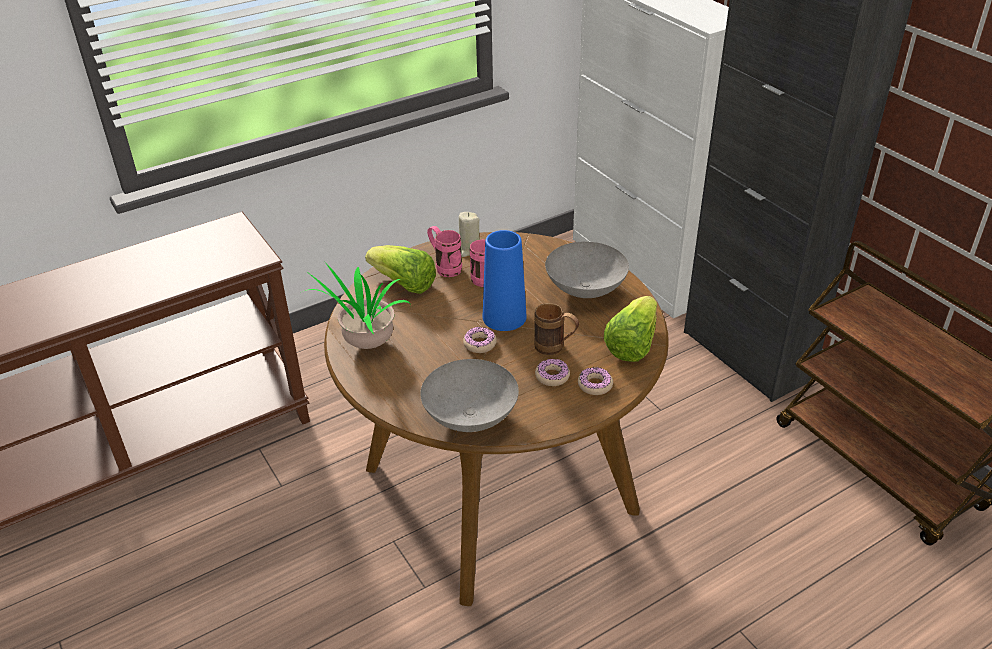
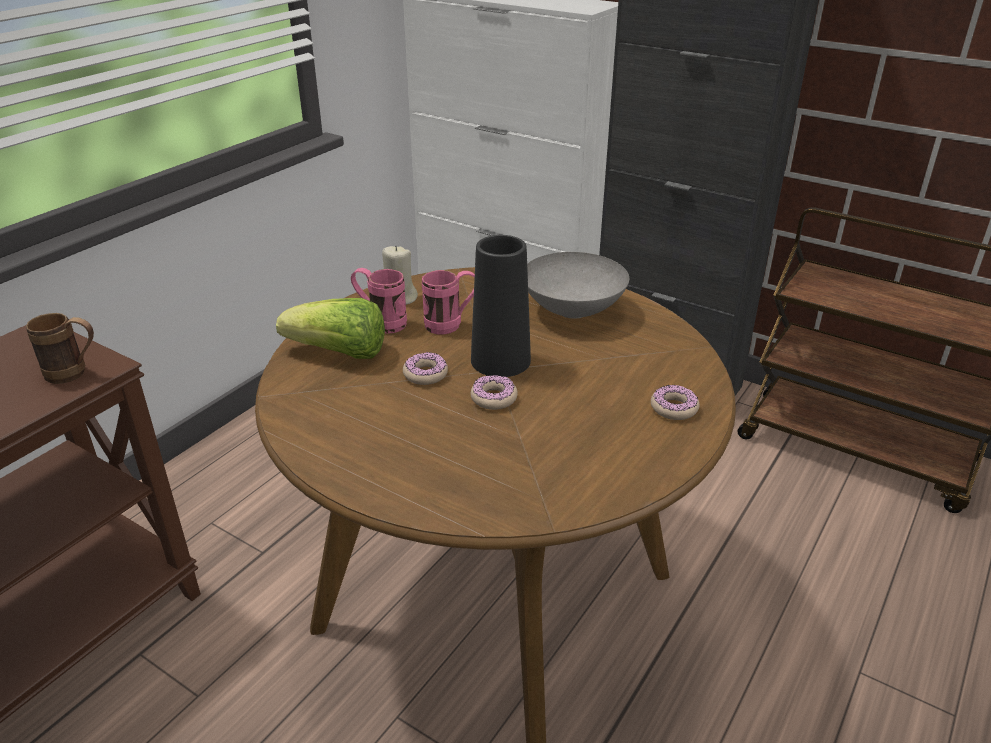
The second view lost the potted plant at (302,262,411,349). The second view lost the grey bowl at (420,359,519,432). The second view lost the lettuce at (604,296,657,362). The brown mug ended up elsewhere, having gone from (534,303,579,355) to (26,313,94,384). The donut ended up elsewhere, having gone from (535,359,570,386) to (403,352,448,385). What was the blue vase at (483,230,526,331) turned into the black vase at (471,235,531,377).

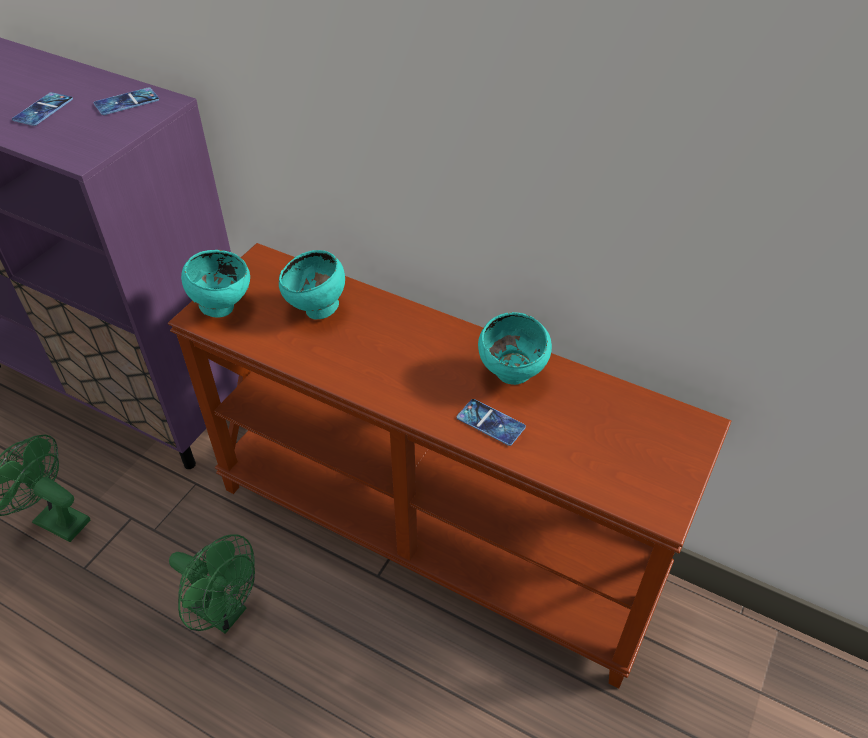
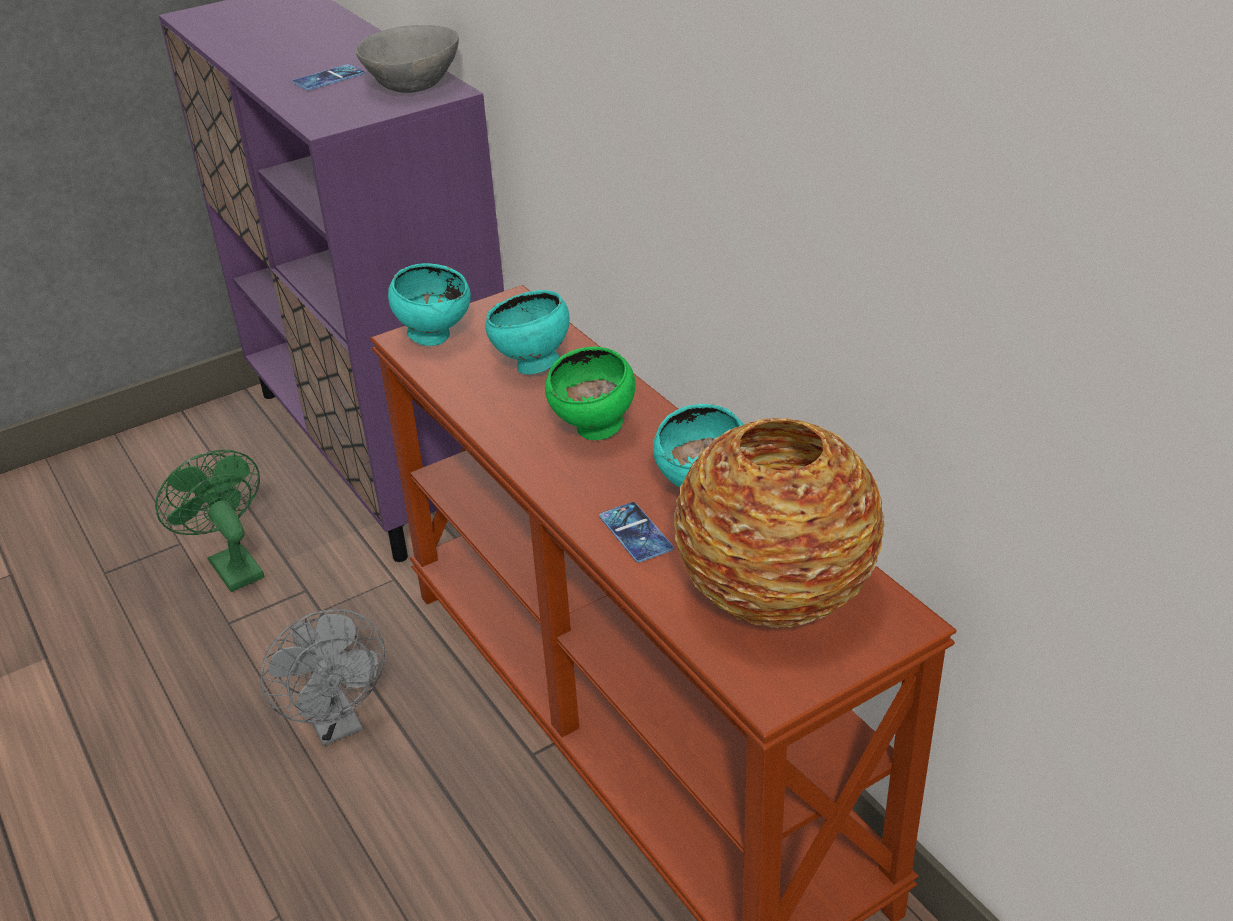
The second view gained the green bowl at (545,347,635,440). The second view gained the vase at (674,418,885,627). Where the phone stood at (94,87,159,115), the grey bowl came to stand at (355,25,459,93). What was the green fan at (169,534,255,634) turned into the grey fan at (260,609,385,746).

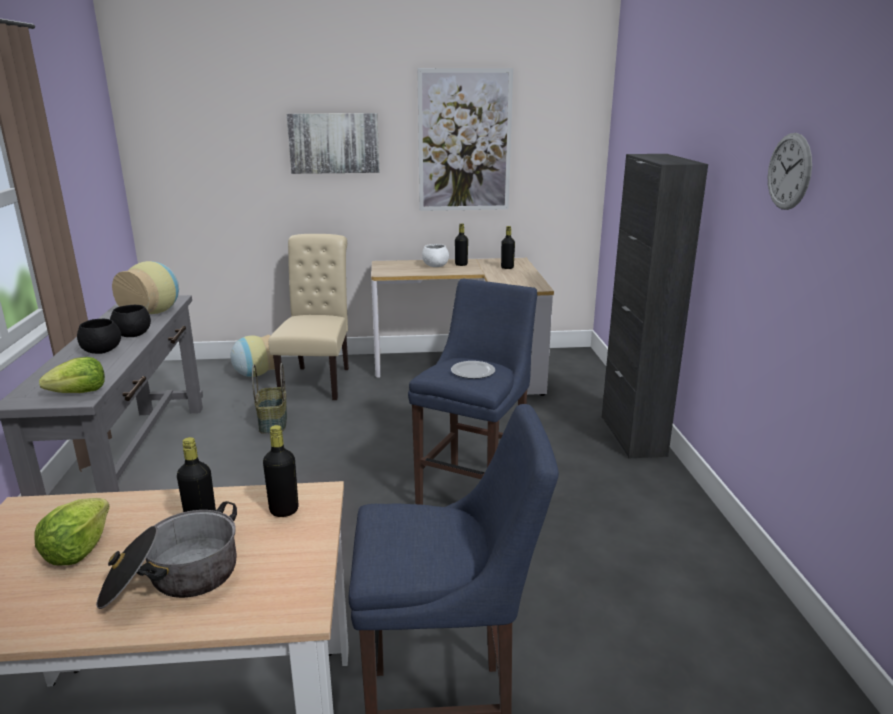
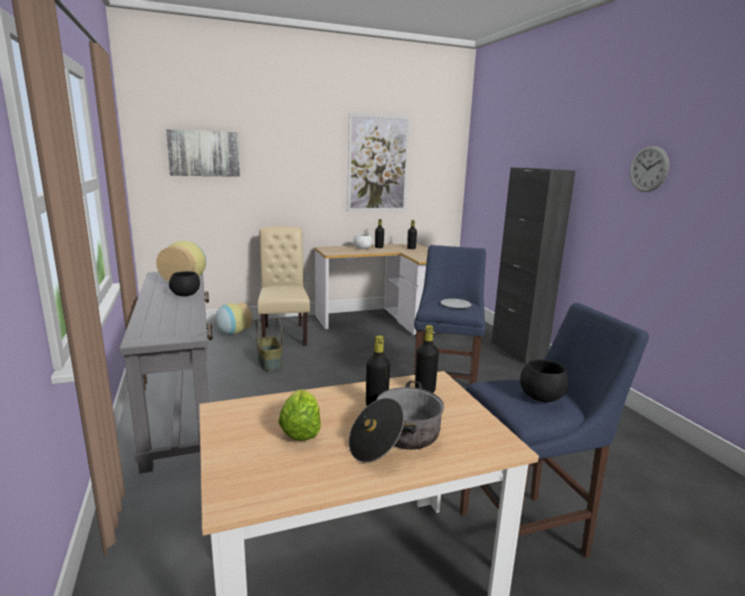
The second view lost the lettuce at (39,357,105,393). The black bowl ended up elsewhere, having gone from (77,319,121,354) to (520,359,569,402). The picture ended up elsewhere, having gone from (287,113,379,174) to (166,129,240,177).

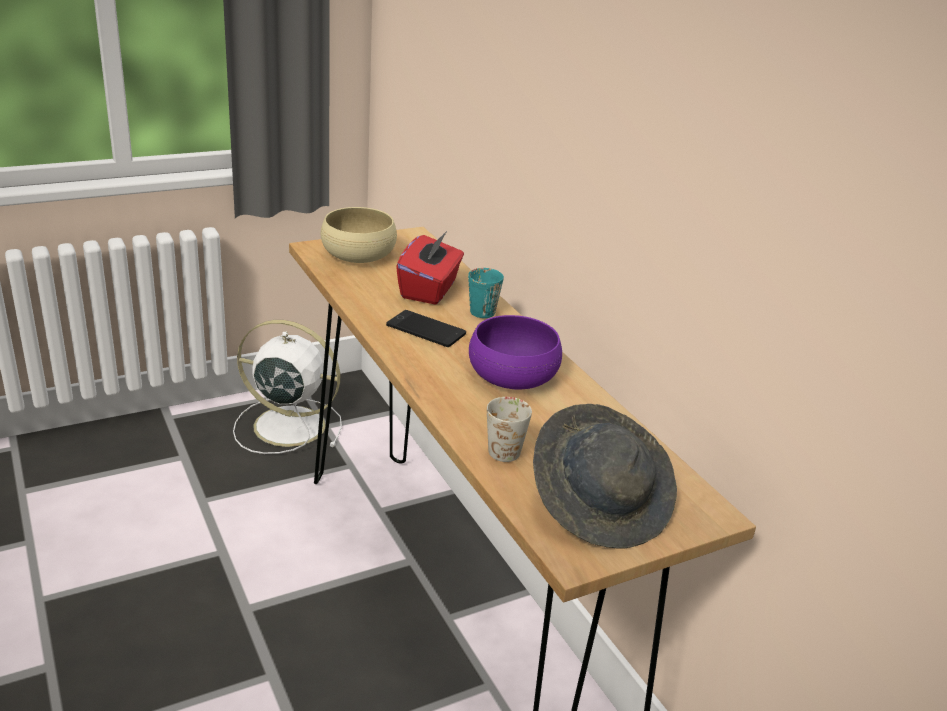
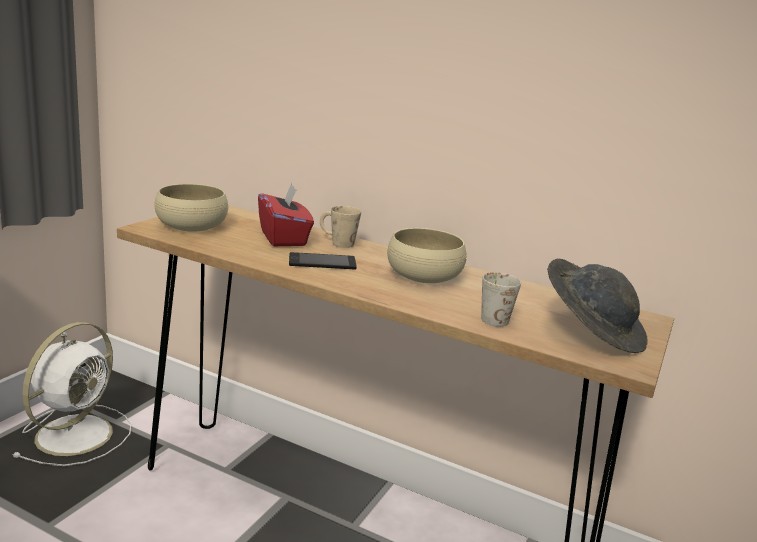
What was the turquoise mug at (468,268,504,318) turned into the beige mug at (320,206,361,248). What was the purple bowl at (469,315,562,389) turned into the beige bowl at (387,228,467,283). The white fan at (233,320,342,454) ended up facing another way, 135 degrees clockwise from before.

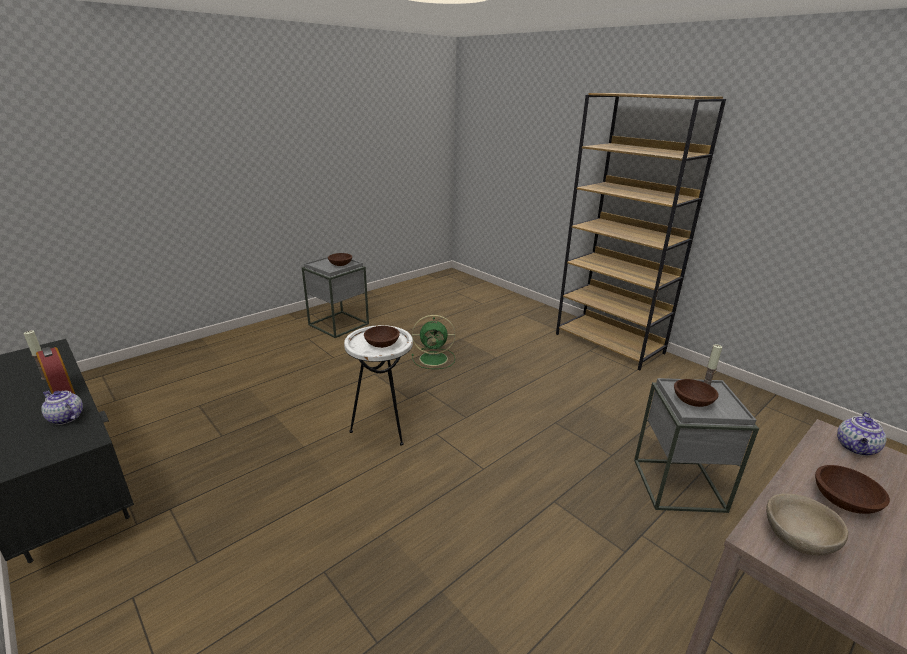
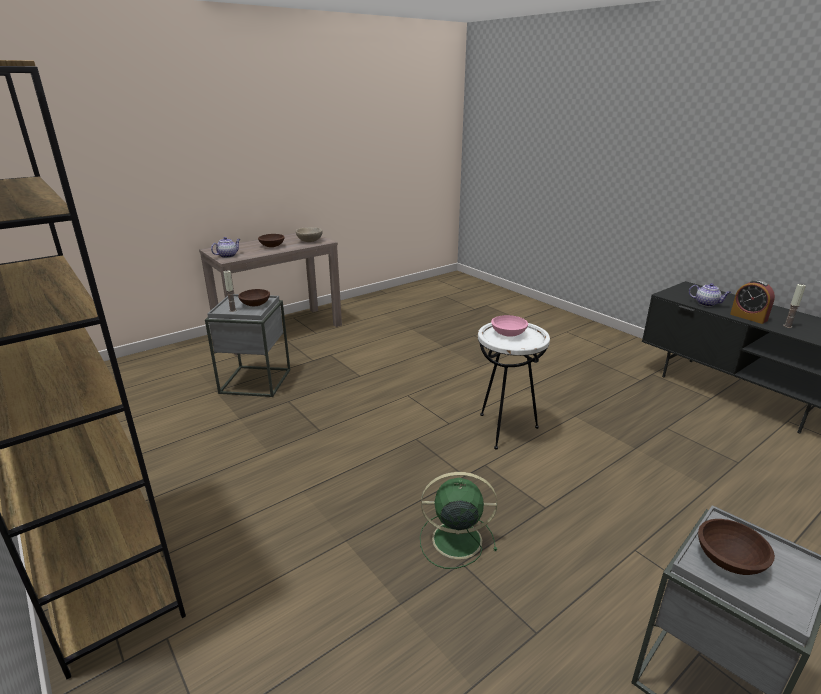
What was the brown bowl at (364,326,400,348) turned into the pink bowl at (491,315,528,337).

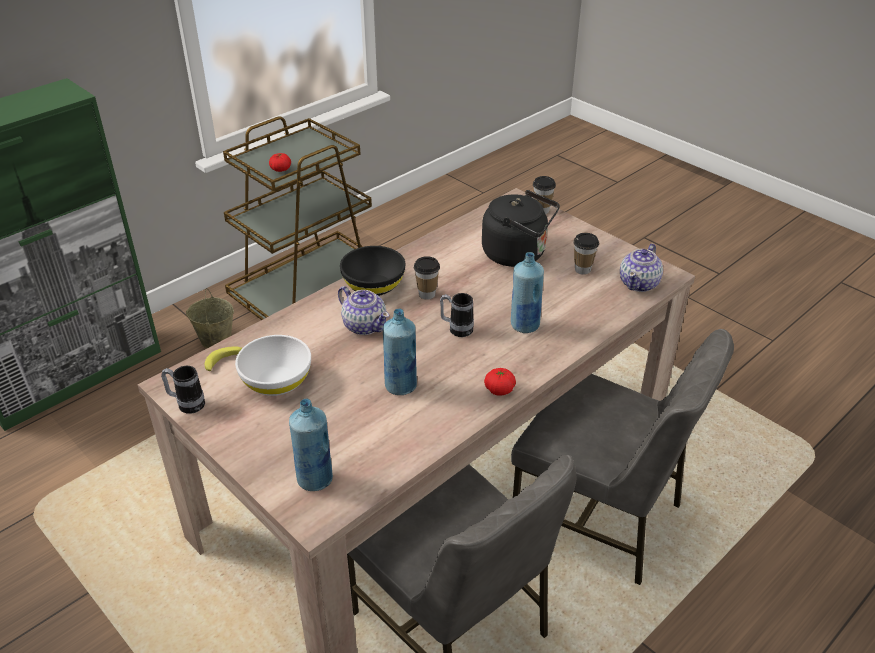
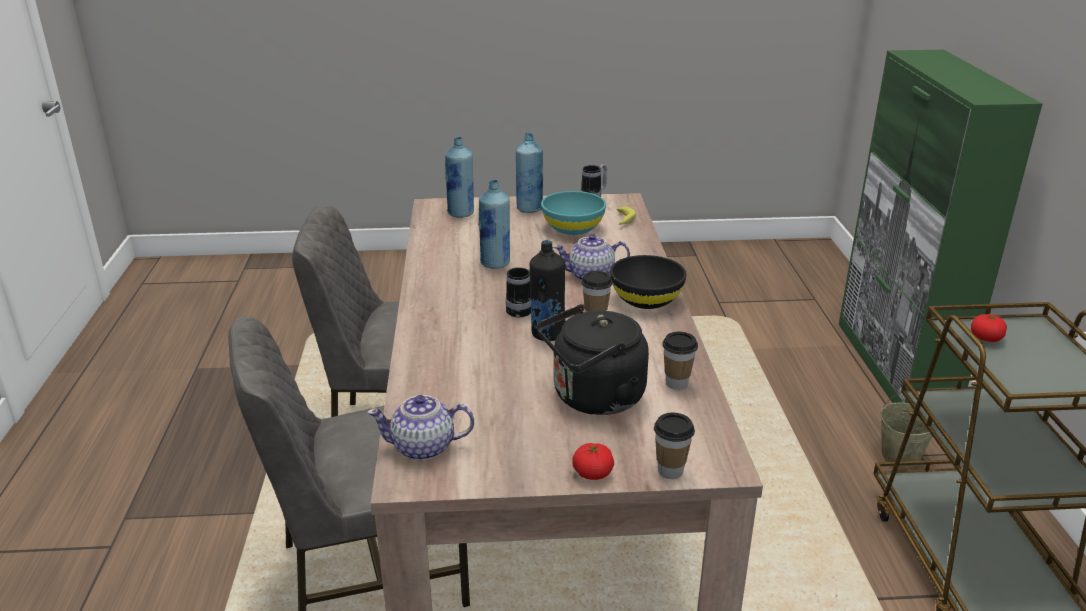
The second view gained the black bottle at (530,240,565,341). The tomato ended up elsewhere, having gone from (484,368,516,396) to (573,443,614,480). The blue bottle ended up elsewhere, having gone from (511,252,544,333) to (516,132,543,213). The cup ended up elsewhere, having gone from (573,233,599,275) to (662,332,698,390). What was the white bowl at (235,335,311,396) turned into the turquoise bowl at (541,191,606,235). The teapot at (620,243,663,292) ended up facing another way, 75 degrees counterclockwise from before.

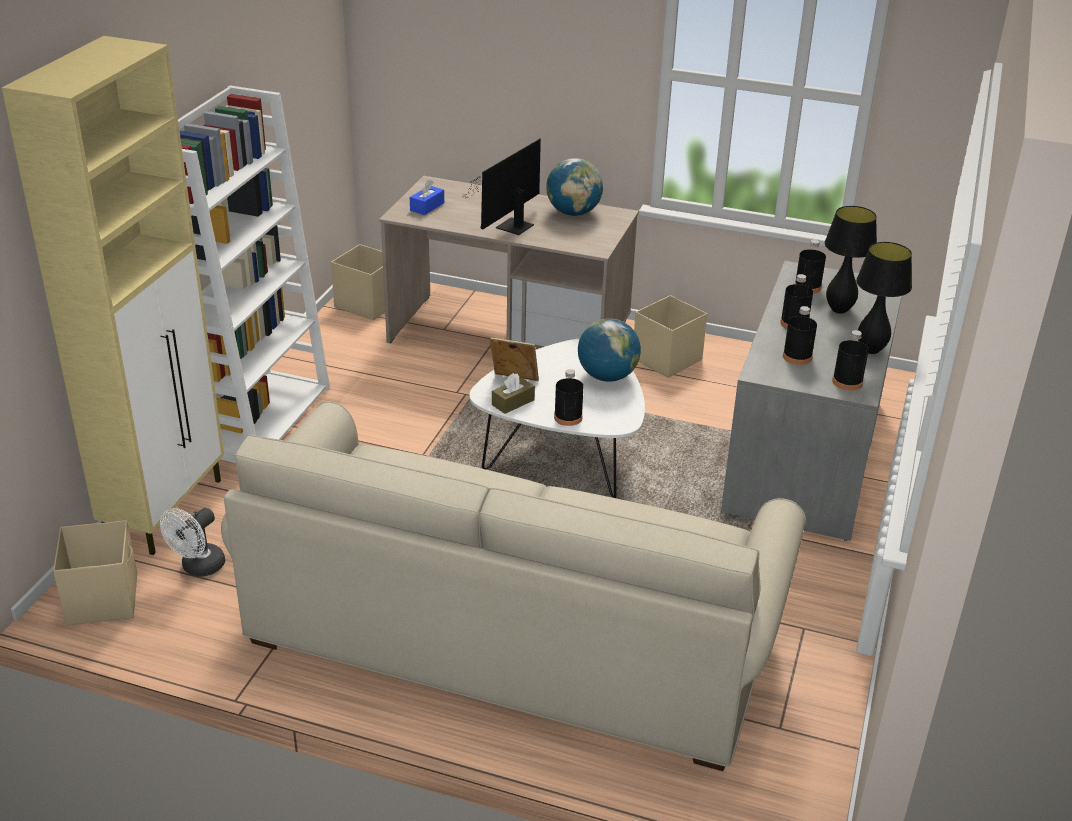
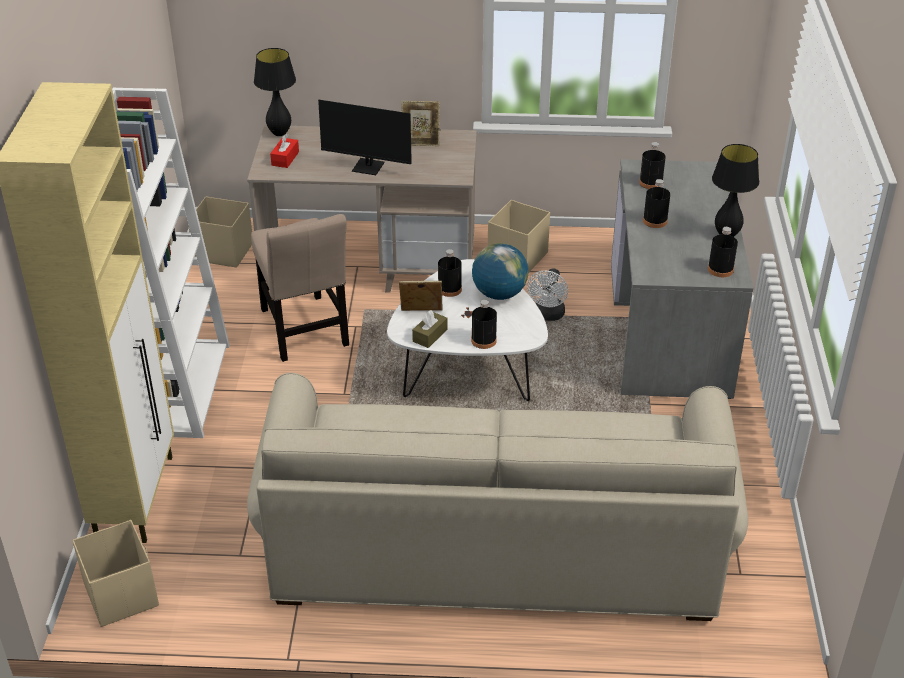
The second view gained the beige chair at (251,214,349,362). The white fan ended up elsewhere, having gone from (160,508,225,577) to (527,268,568,321). The black bottle ended up elsewhere, having gone from (783,306,817,365) to (438,249,462,297). The black table lamp ended up elsewhere, having gone from (824,206,877,314) to (254,48,296,136). Where the globe stood at (546,158,603,216), the picture frame came to stand at (401,101,440,146). What was the blue tissue box at (410,180,444,215) turned into the red tissue box at (270,134,299,168). The monitor at (462,139,541,235) ended up facing another way, 90 degrees counterclockwise from before.

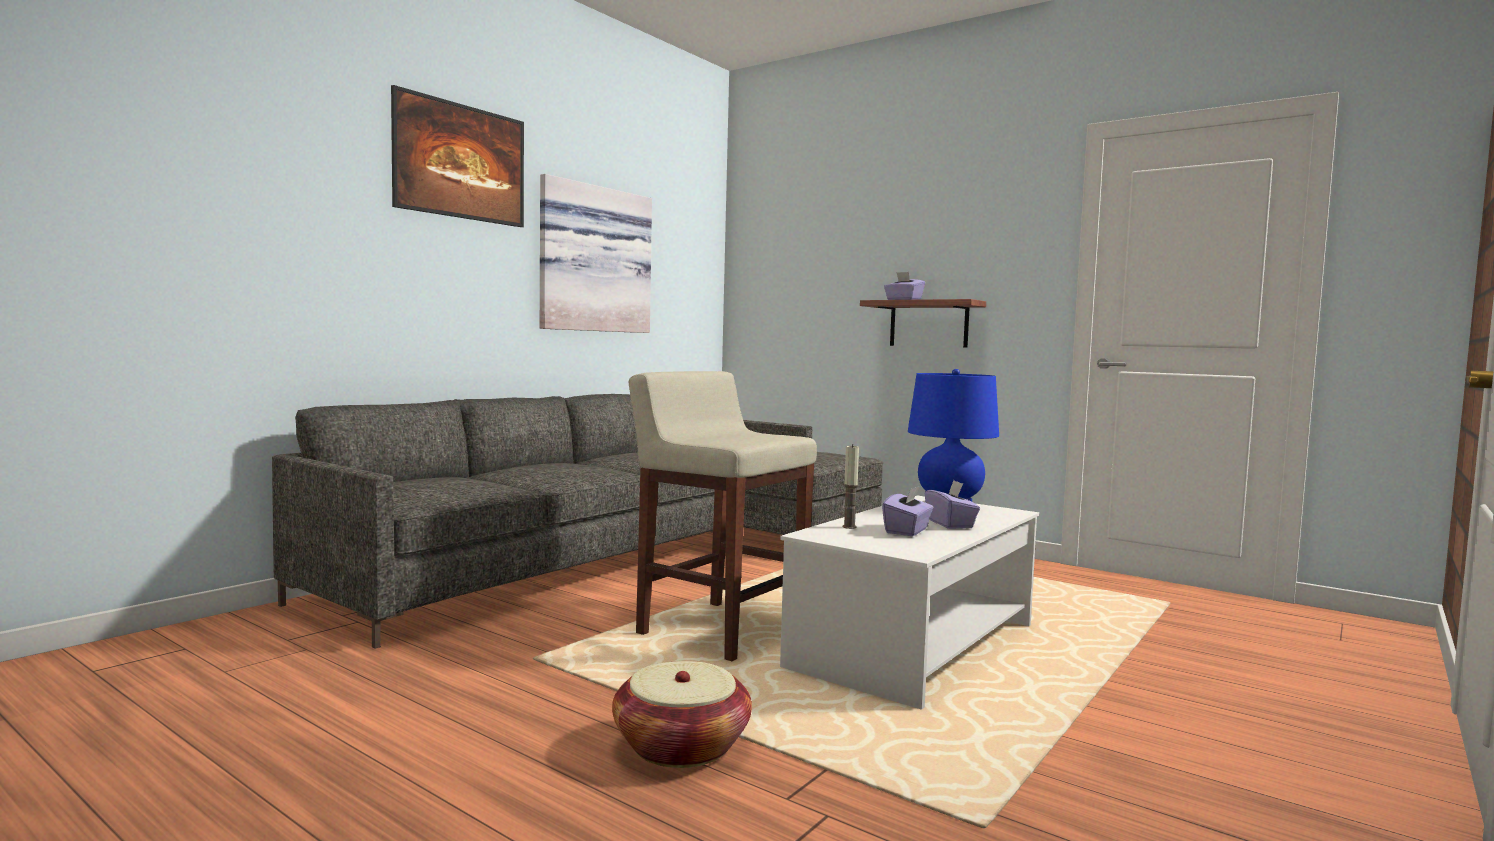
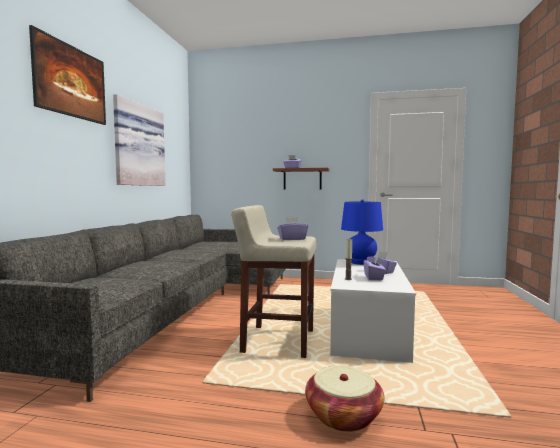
The second view gained the purple tissue box at (277,217,308,240).

